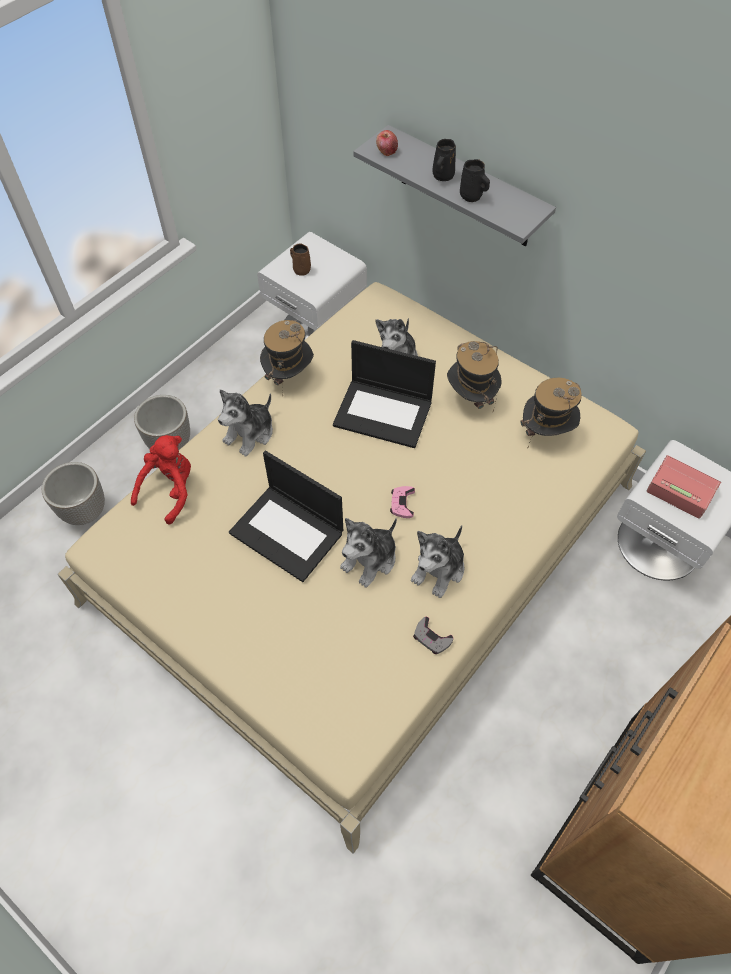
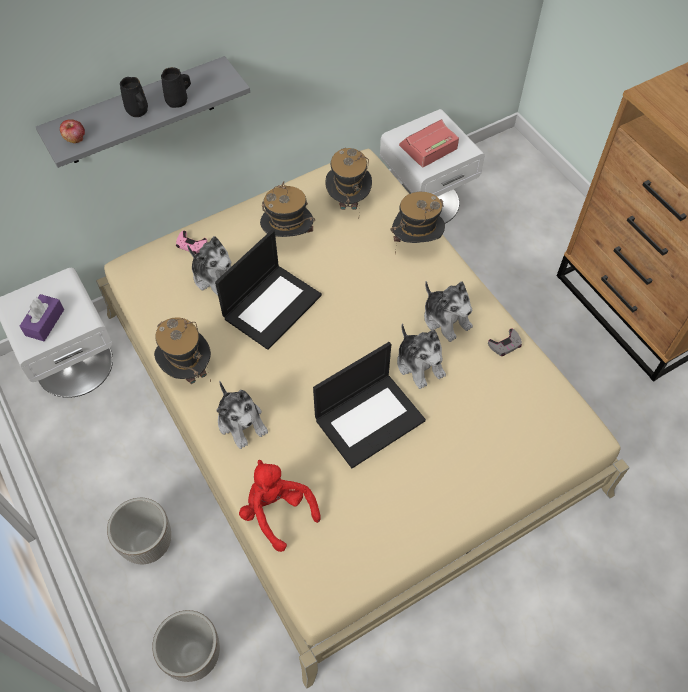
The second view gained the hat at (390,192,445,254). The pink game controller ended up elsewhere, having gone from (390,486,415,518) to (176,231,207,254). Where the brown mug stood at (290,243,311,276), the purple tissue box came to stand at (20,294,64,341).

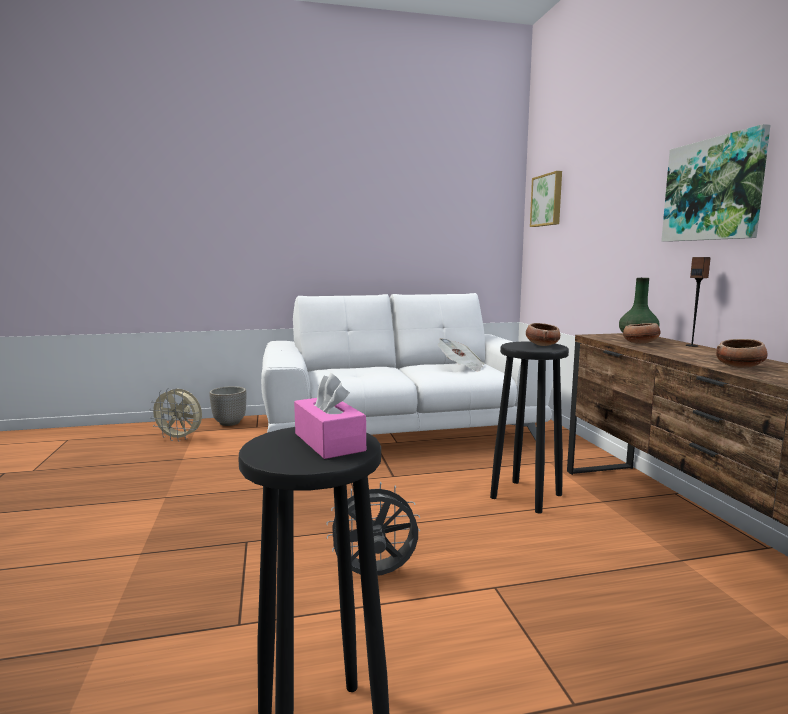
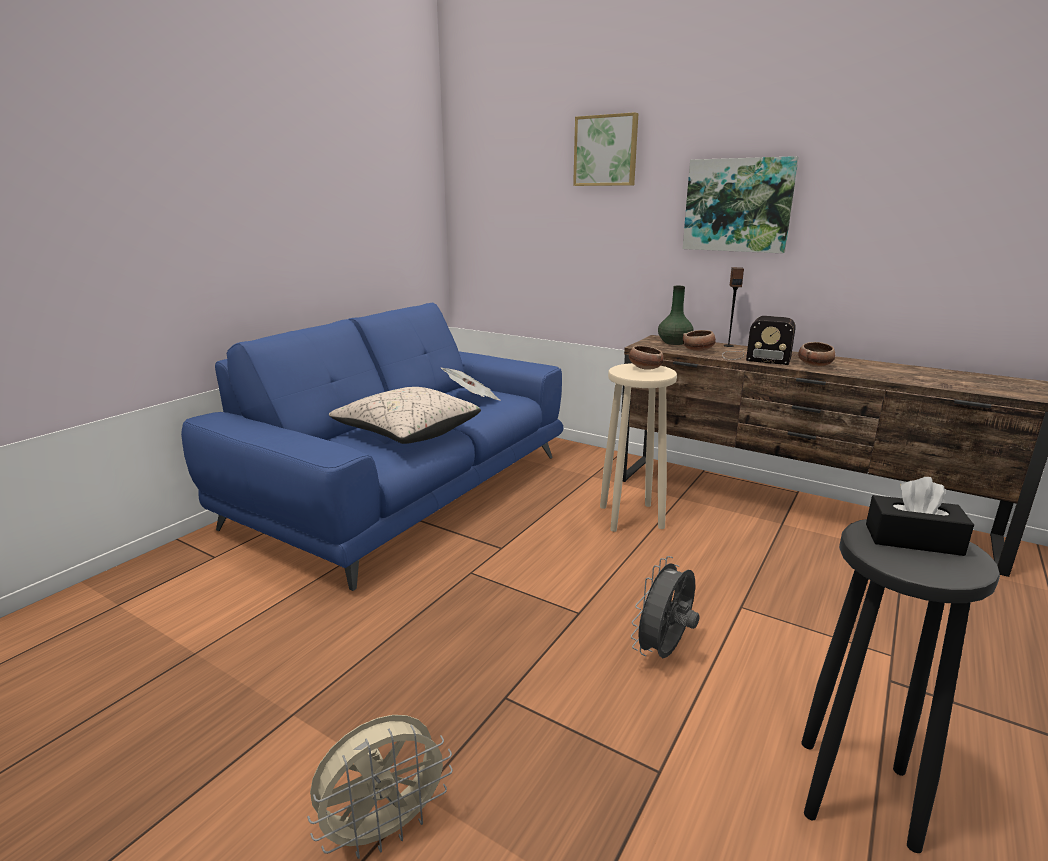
The second view lost the planter at (209,386,246,426). The second view gained the beige pillow at (329,387,481,444). The second view gained the radio at (722,316,796,365). The beige fan ended up elsewhere, having gone from (149,388,202,442) to (307,715,453,859). The picture ended up elsewhere, having gone from (530,171,562,227) to (573,112,638,186). What was the white sofa at (261,293,553,441) turned into the blue sofa at (181,302,564,591). What was the pink tissue box at (294,373,366,459) turned into the black tissue box at (866,477,974,556). What was the black stool at (490,342,569,514) turned into the beige stool at (600,363,677,532).

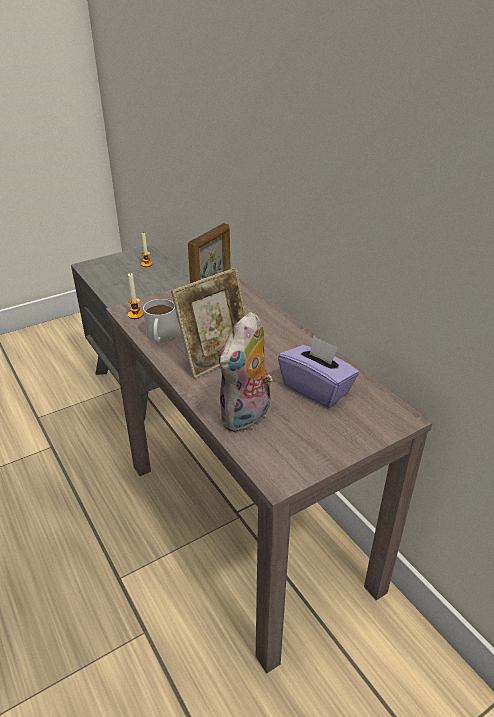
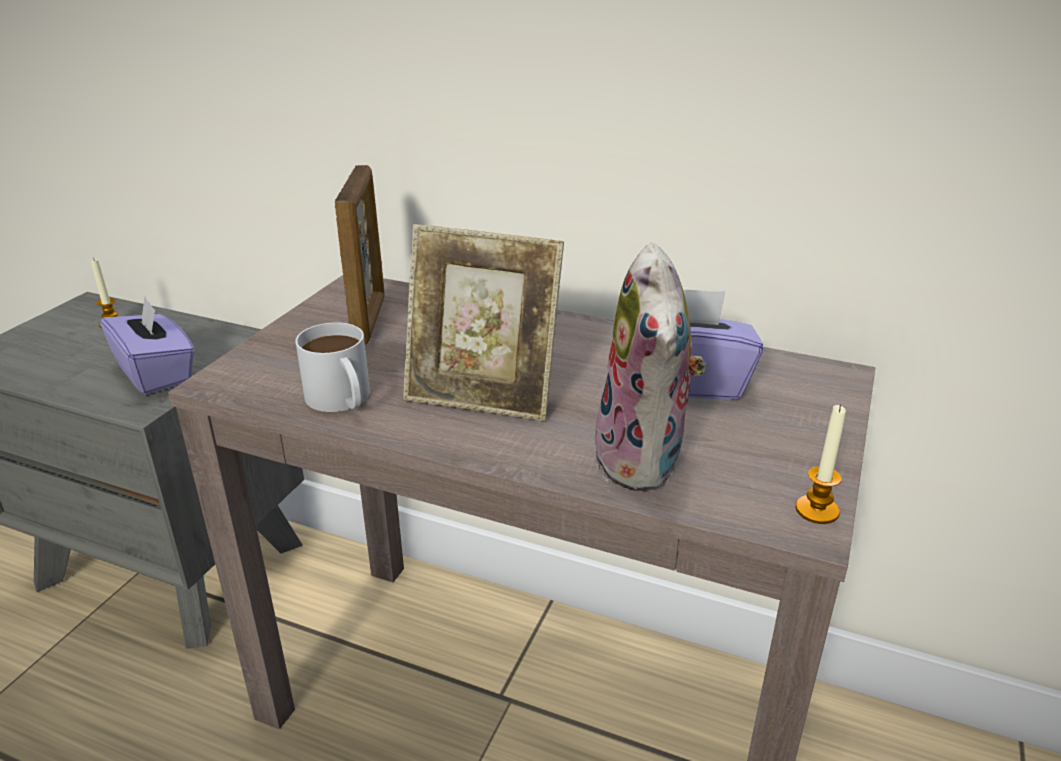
The second view gained the purple tissue box at (100,297,195,395). The candle ended up elsewhere, having gone from (128,273,144,319) to (796,404,846,524). The picture frame at (171,268,246,379) ended up facing another way, 90 degrees clockwise from before.

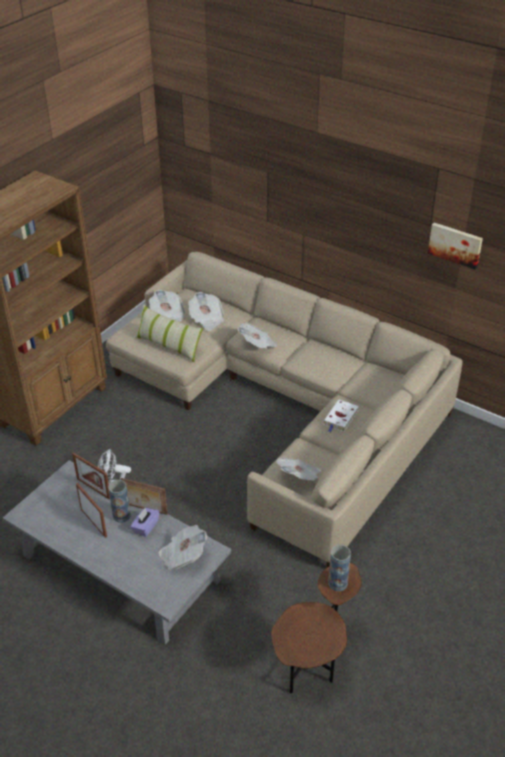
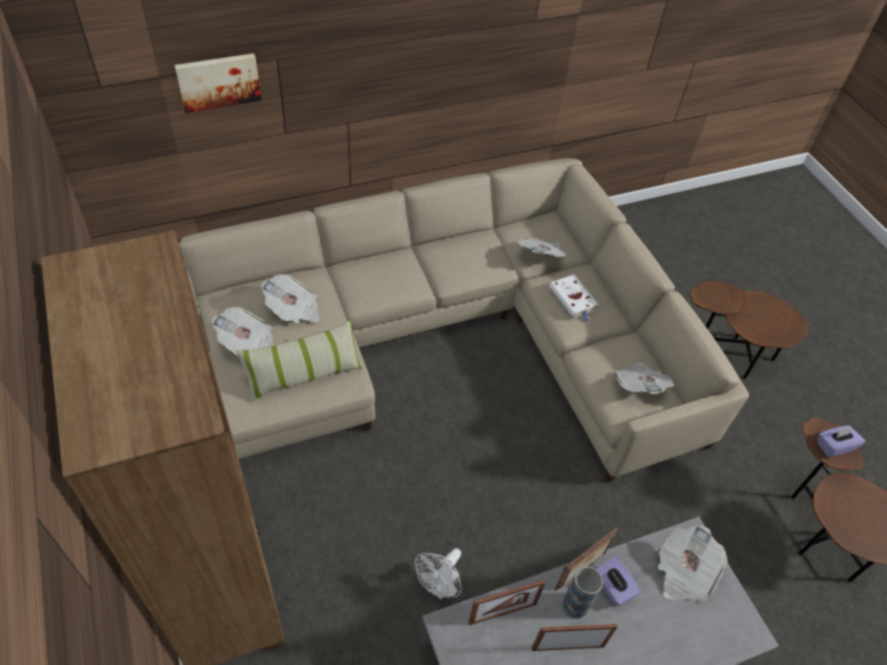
The second view gained the brown side table at (690,280,809,379). The newspaper ended up elsewhere, having gone from (237,323,277,349) to (517,237,566,257). The picture ended up elsewhere, having gone from (428,223,483,270) to (175,53,261,113). Where the vase stood at (328,545,351,591), the purple tissue box came to stand at (817,425,865,458).

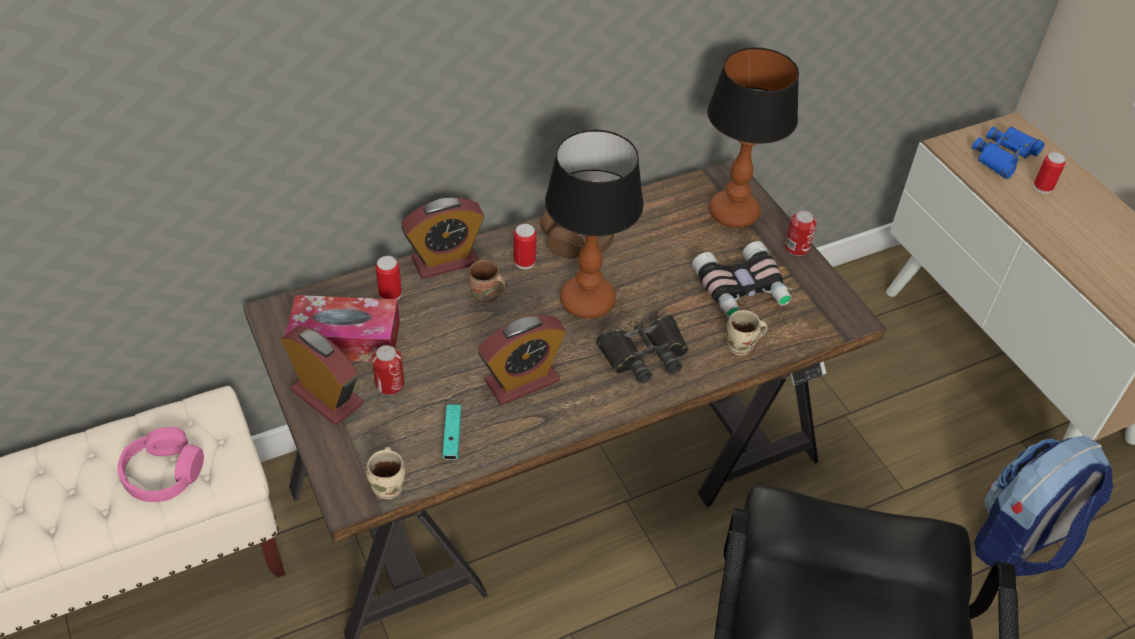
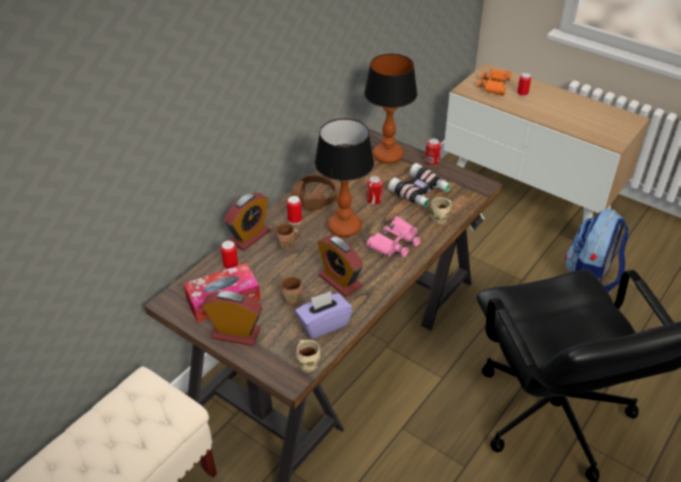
The second view lost the pink headphones at (117,427,204,502). The second view gained the brown mug at (280,276,303,306). The can ended up elsewhere, having gone from (372,345,404,395) to (366,176,383,205). Where the turquoise game controller stood at (443,404,461,460), the purple tissue box came to stand at (295,291,353,339). What was the black binoculars at (596,315,689,384) turned into the pink binoculars at (367,216,421,257). What was the blue binoculars at (972,126,1045,179) turned into the orange binoculars at (478,69,511,96). The alarm clock at (478,315,566,405) ended up facing another way, 105 degrees clockwise from before.

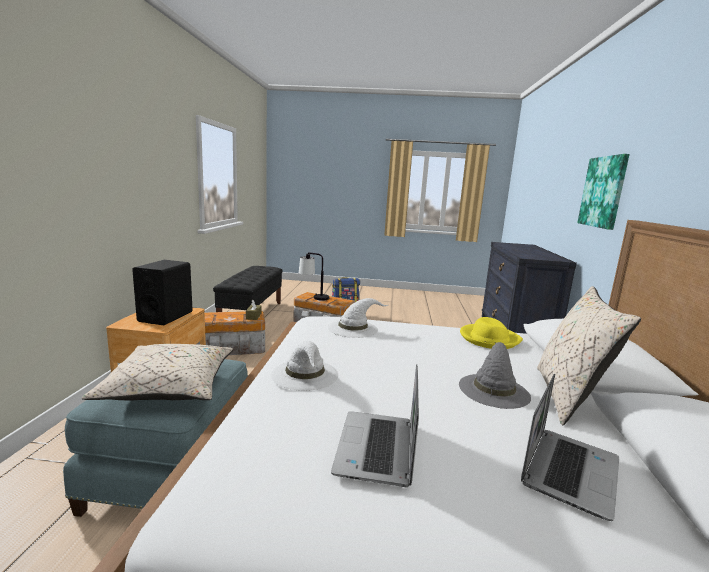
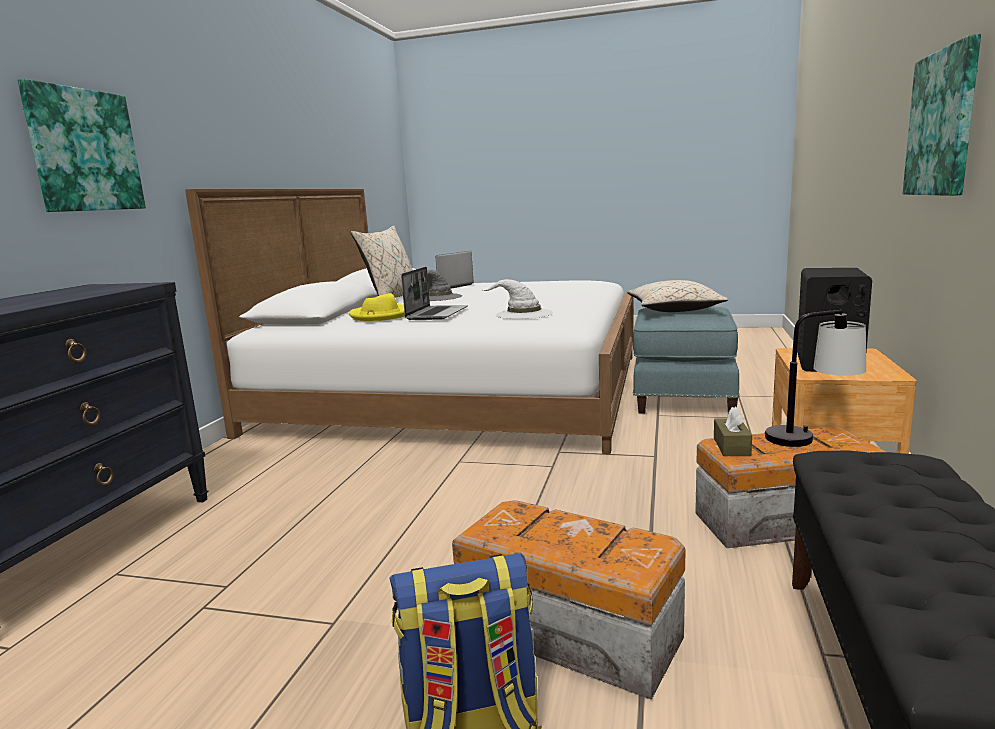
The second view lost the white hat at (271,341,338,391). The second view gained the picture at (903,34,981,196). The table lamp ended up elsewhere, having gone from (299,252,329,301) to (765,310,866,447). The laptop ended up elsewhere, having gone from (331,364,419,487) to (401,267,468,320).

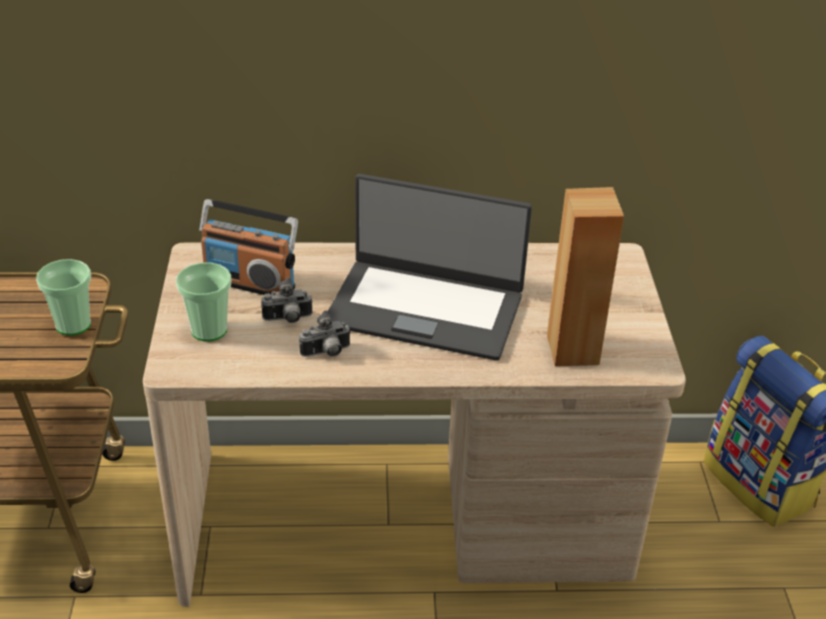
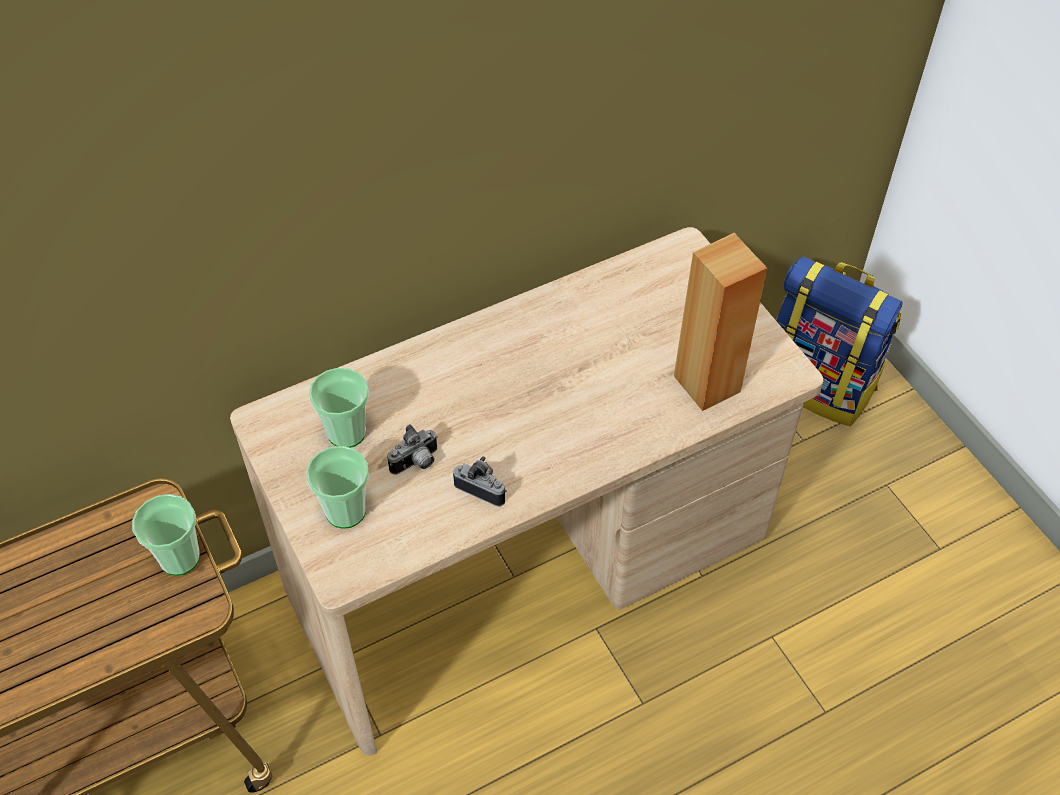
The second view lost the laptop at (328,174,532,361). Where the radio stood at (199,199,298,295), the cup came to stand at (309,368,369,448). The photo camera at (299,310,351,357) ended up facing another way, 105 degrees counterclockwise from before.

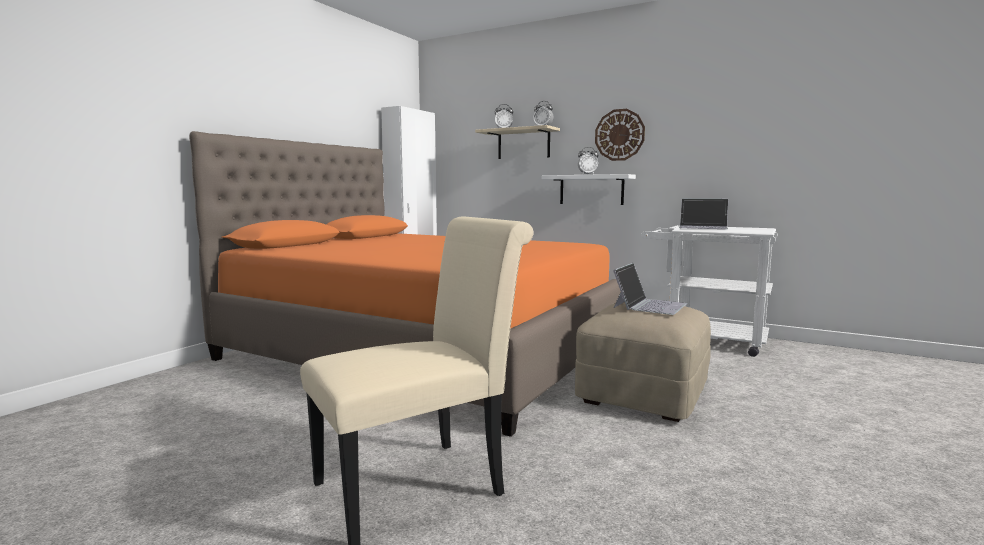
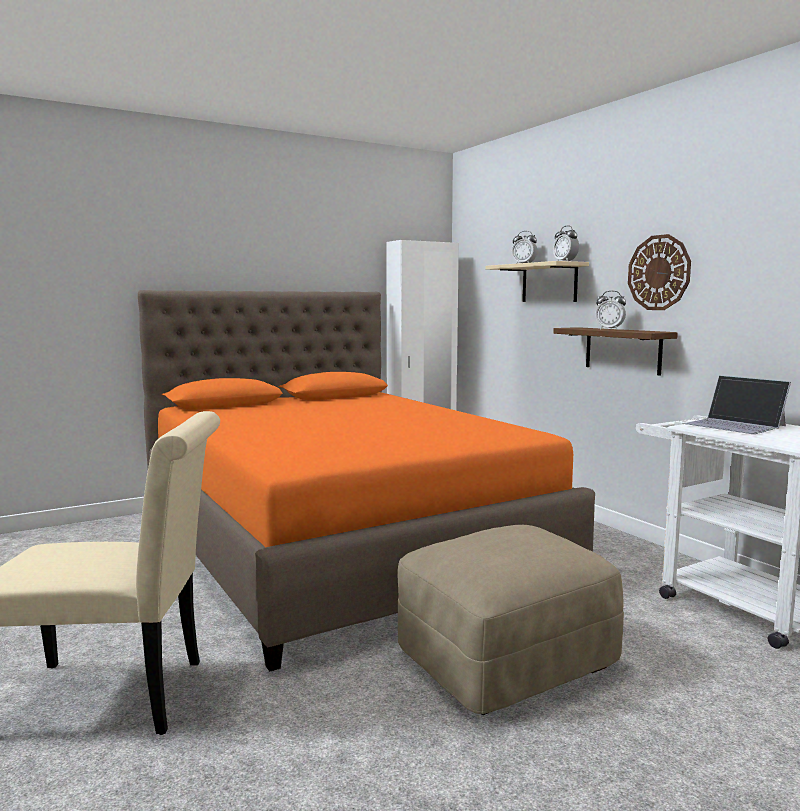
The second view lost the laptop at (613,263,687,315). What was the white shelf at (542,174,636,205) turned into the brown shelf at (553,327,678,376).

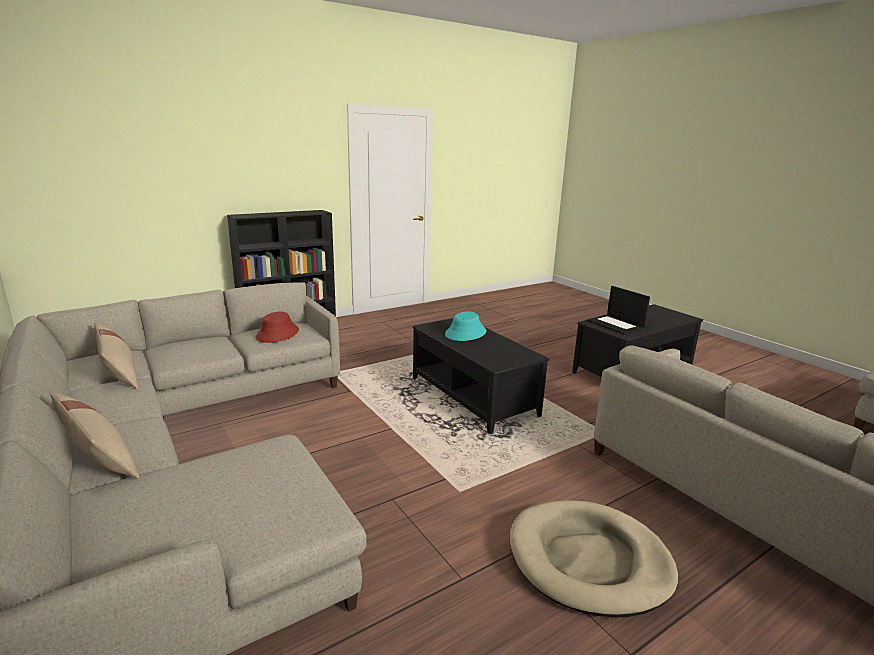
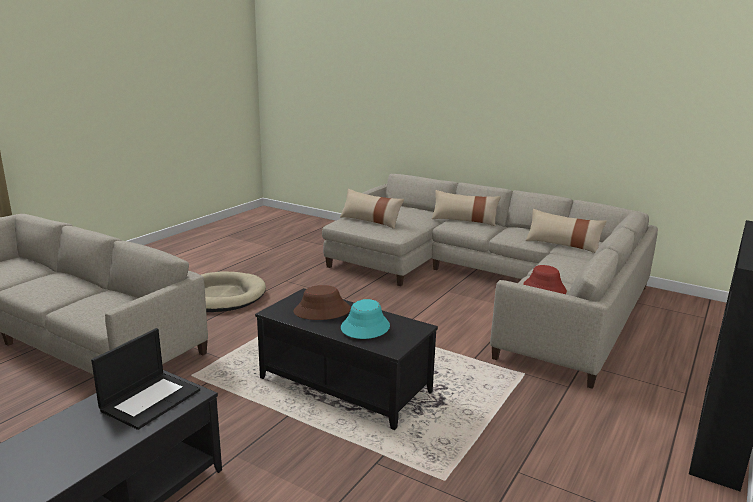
The second view gained the brown hat at (293,285,351,320). The second view gained the beige pillow at (340,189,404,229). The laptop at (587,286,650,335) ended up facing another way, 90 degrees clockwise from before.

